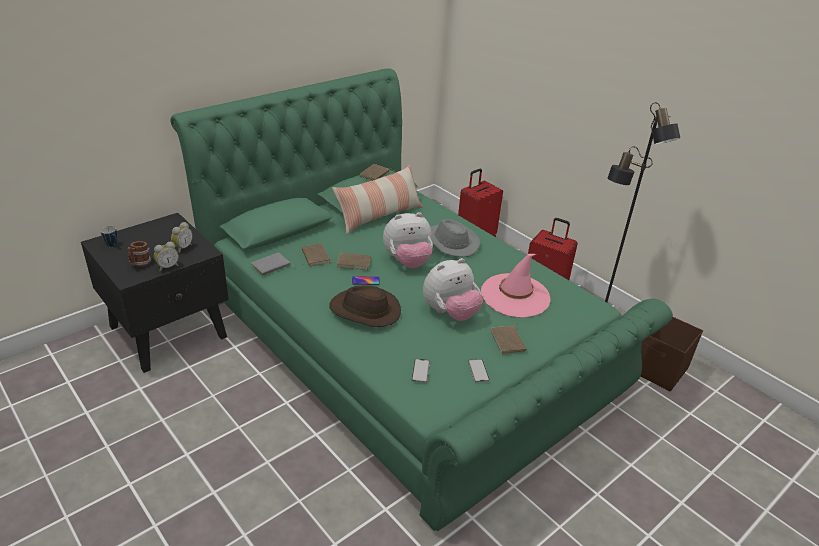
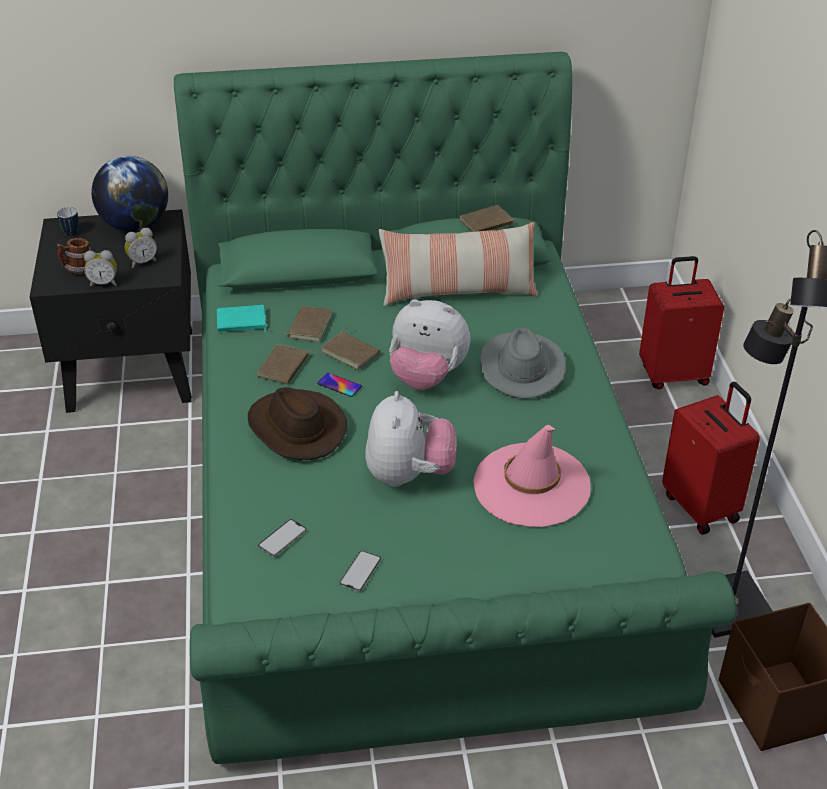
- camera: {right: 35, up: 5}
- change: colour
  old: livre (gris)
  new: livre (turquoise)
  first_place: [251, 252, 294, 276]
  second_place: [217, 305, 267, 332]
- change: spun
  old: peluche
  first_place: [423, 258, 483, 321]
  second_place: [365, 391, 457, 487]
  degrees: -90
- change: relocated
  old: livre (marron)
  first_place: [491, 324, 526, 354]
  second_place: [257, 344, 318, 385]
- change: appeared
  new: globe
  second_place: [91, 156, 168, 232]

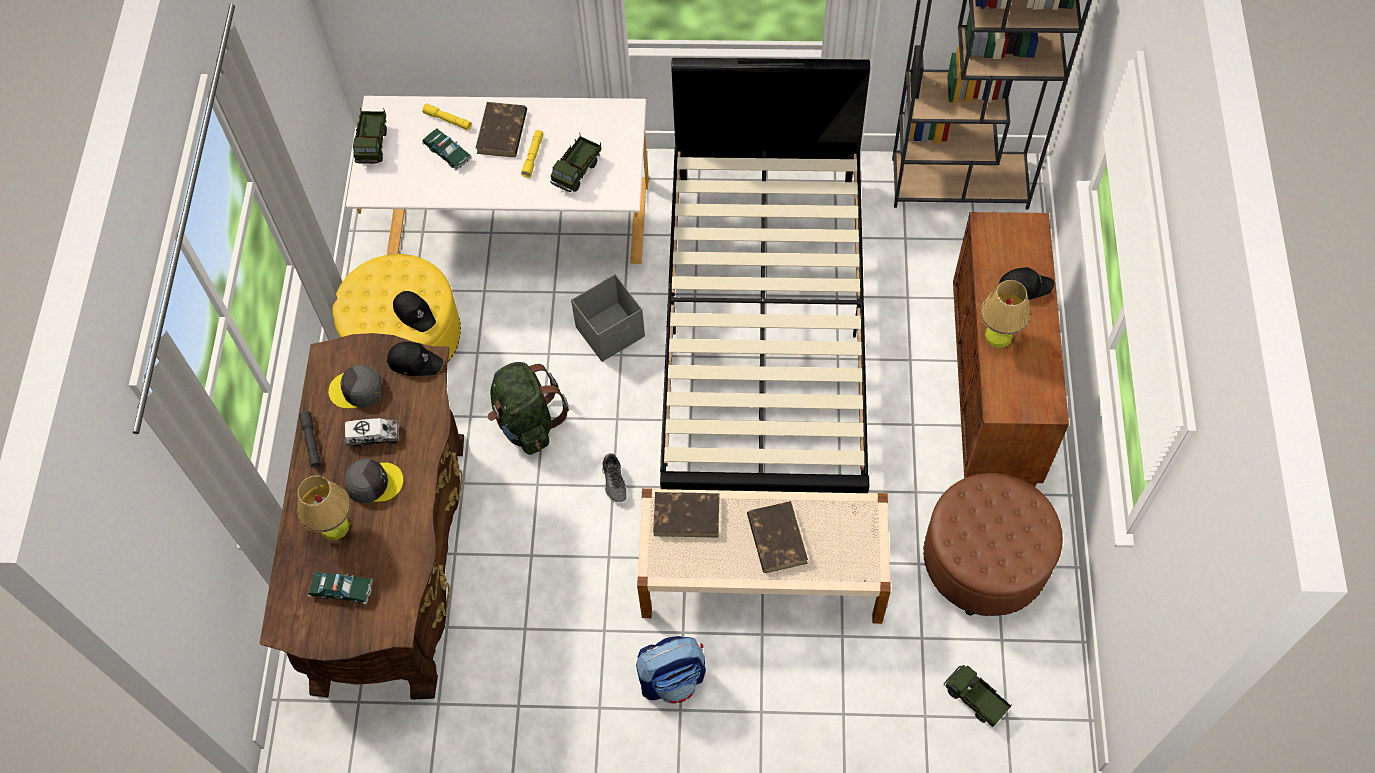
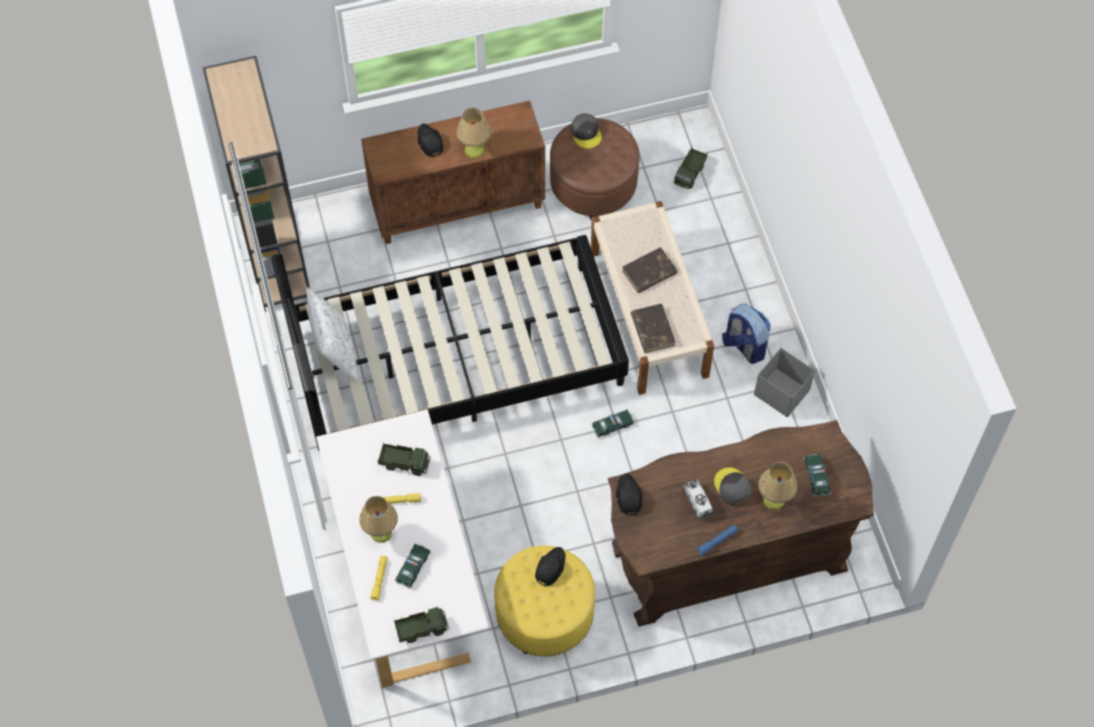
- camera: {right: -110, up: 0}
- change: exchanged
  old: livre (marron)
  new: lampe de table
  first_place: [476, 102, 527, 157]
  second_place: [359, 496, 398, 543]
- change: relocated
  old: boîte de rangement (gris)
  first_place: [571, 274, 645, 362]
  second_place: [754, 348, 815, 417]
- change: missing
  old: sac à dos (vert)
  first_place: [488, 362, 569, 455]
- change: relocated
  old: casquette (gris)
  first_place: [328, 365, 384, 409]
  second_place: [571, 113, 602, 149]
- change: colour
  old: lampe de poche (gris)
  new: lampe de poche (bleu)
  first_place: [299, 411, 321, 468]
  second_place: [697, 525, 738, 556]
- change: exchanged
  old: chaussure
  new: petite voiture
  first_place: [602, 453, 627, 502]
  second_place: [592, 410, 634, 438]
- change: appeared
  new: coussin (blanc)
  second_place: [306, 287, 358, 381]

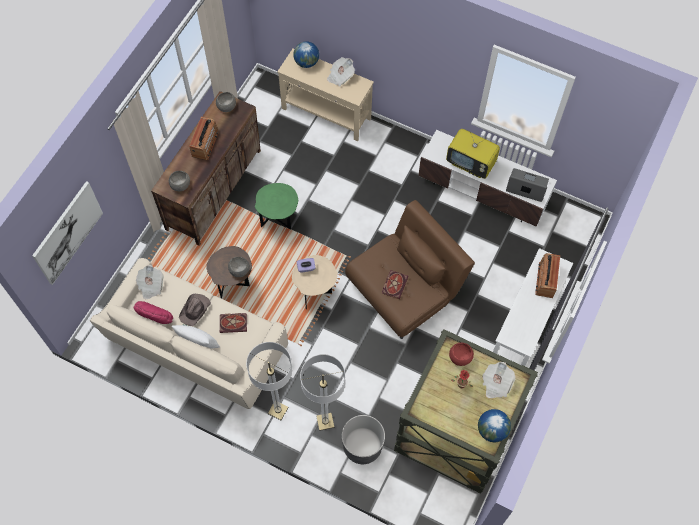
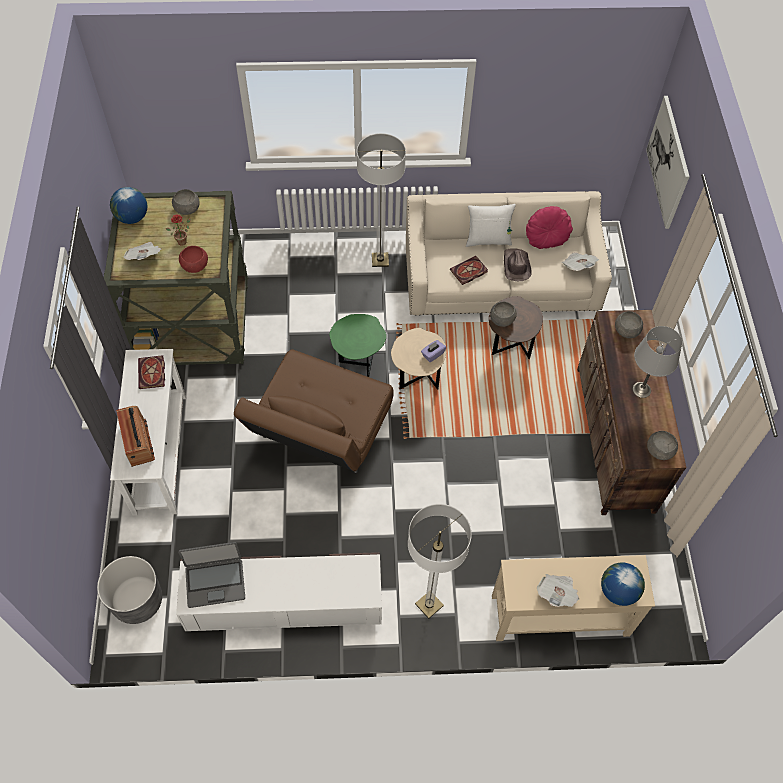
- camera: {right: 150, up: -5}
- change: exchanged
  old: radio
  new: lampe de table (gris)
  first_place: [189, 117, 219, 160]
  second_place: [633, 326, 682, 398]
- change: missing
  old: téléviseur
  first_place: [446, 129, 500, 179]
- change: relocated
  old: table d'appoint (vert)
  first_place: [255, 183, 298, 230]
  second_place: [329, 314, 386, 377]
- change: relocated
  old: livre
  first_place: [382, 270, 408, 299]
  second_place: [138, 355, 165, 389]
- change: relocated
  old: lampadaire
  first_place: [300, 354, 346, 431]
  second_place: [408, 504, 472, 619]
- change: relocated
  old: cache-pot (gris)
  first_place: [342, 415, 385, 464]
  second_place: [97, 556, 162, 624]
- change: appeared
  new: bol (gris)
  second_place: [172, 189, 200, 215]

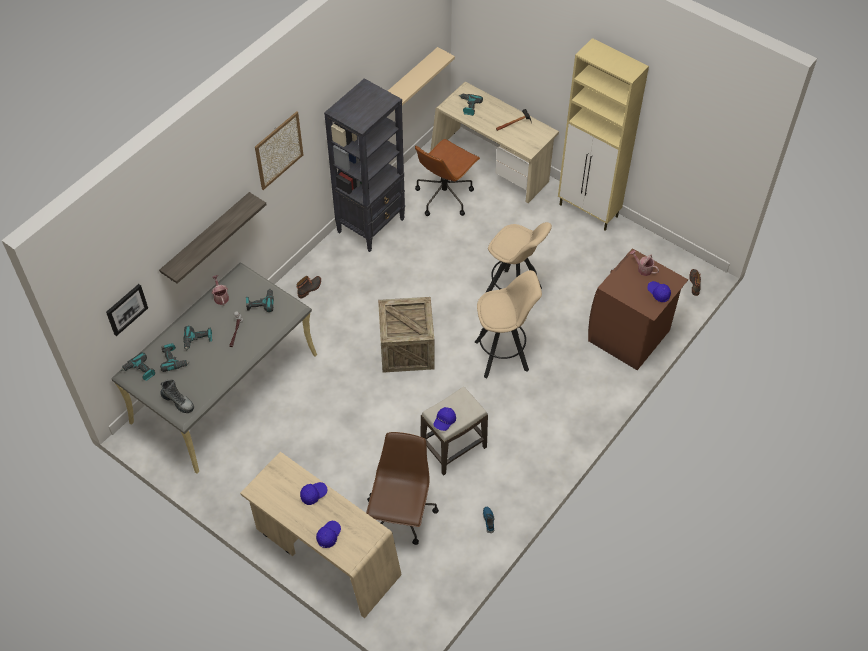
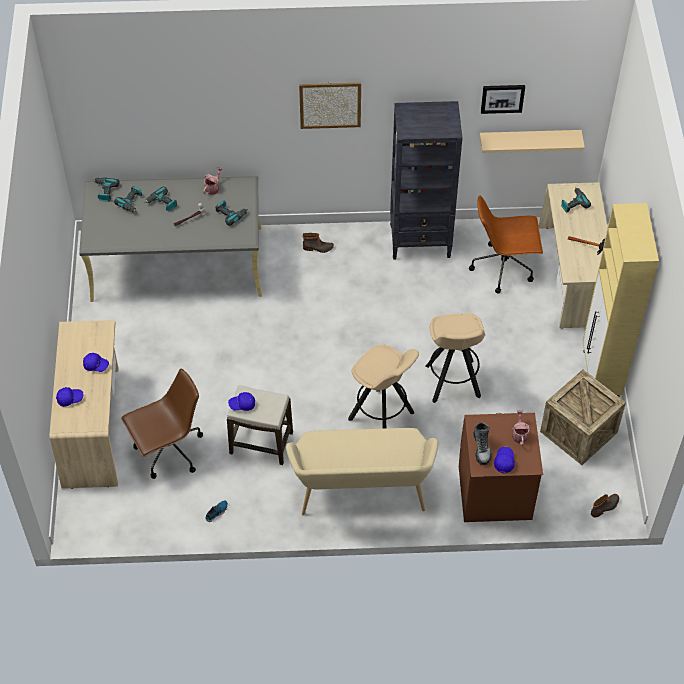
- camera: {right: 50, up: 0}
- change: missing
  old: étagère
  first_place: [159, 192, 266, 284]
- change: relocated
  old: tableau
  first_place: [106, 284, 148, 336]
  second_place: [481, 85, 525, 114]
- change: relocated
  old: caisse
  first_place: [378, 297, 434, 373]
  second_place: [540, 369, 626, 465]
- change: relocated
  old: botte
  first_place: [161, 379, 194, 413]
  second_place: [473, 422, 492, 465]
- change: appeared
  new: banc (beige)
  second_place: [286, 428, 438, 515]

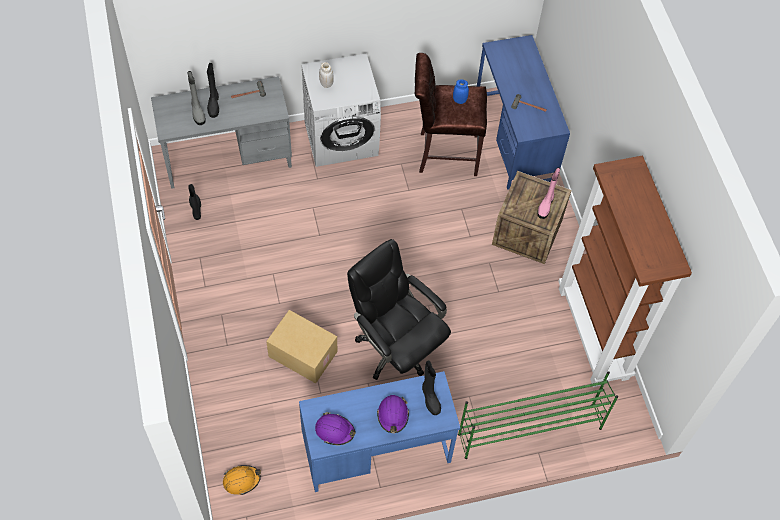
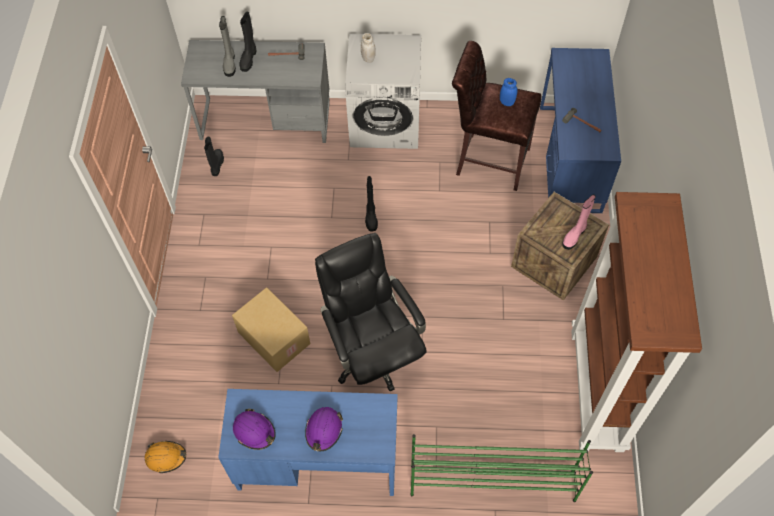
- camera: {right: 20, up: 0}
- change: relocated
  old: botte (noir)
  first_place: [422, 360, 441, 415]
  second_place: [365, 176, 378, 232]

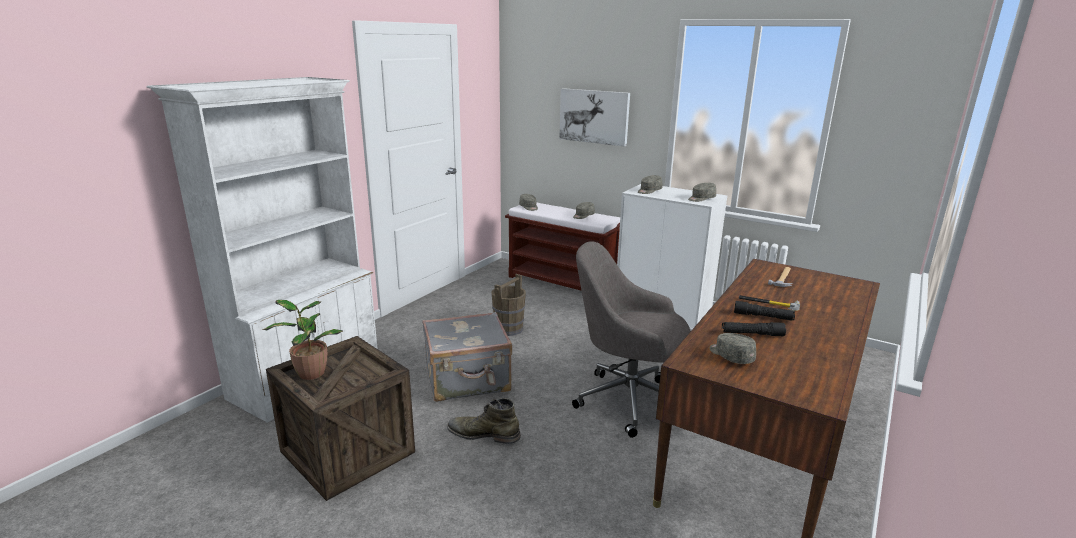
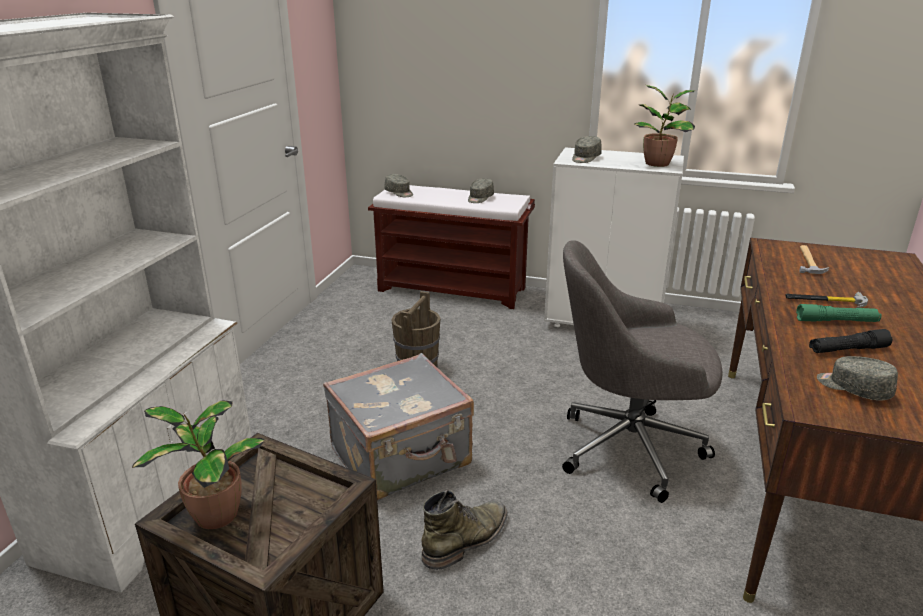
- camera: {right: -15, up: 5}
- change: missing
  old: tableau
  first_place: [559, 88, 630, 147]
- change: exchanged
  old: casquette (gris)
  new: plante en pot
  first_place: [688, 183, 716, 202]
  second_place: [634, 85, 695, 167]
- change: colour
  old: lampe de poche (noir)
  new: lampe de poche (vert)
  first_place: [734, 301, 795, 321]
  second_place: [796, 304, 881, 322]
- change: spun
  old: botte (vert)
  first_place: [447, 398, 521, 444]
  second_place: [422, 489, 508, 570]
  degrees: 135

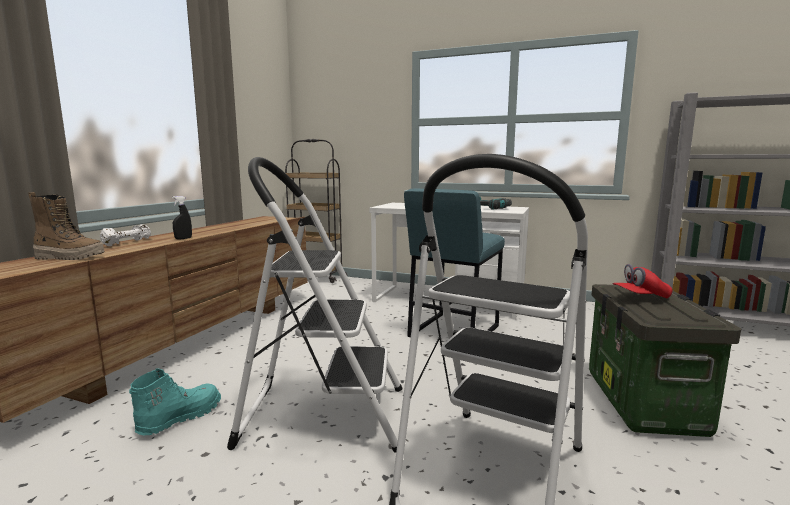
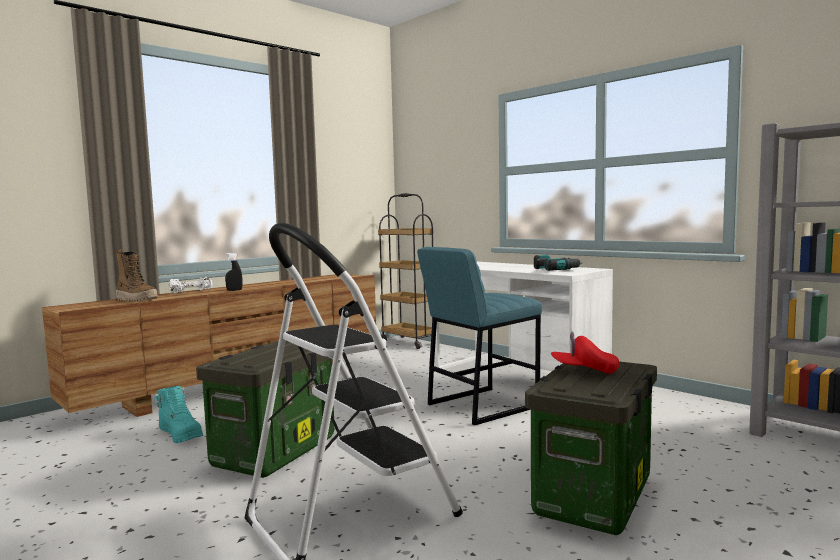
- camera: {right: 25, up: -5}
- change: exchanged
  old: escabeau
  new: boîte de rangement
  first_place: [227, 157, 403, 453]
  second_place: [196, 340, 335, 478]
- change: spun
  old: botte (turquoise)
  first_place: [129, 368, 221, 435]
  second_place: [156, 386, 203, 443]
  degrees: 75

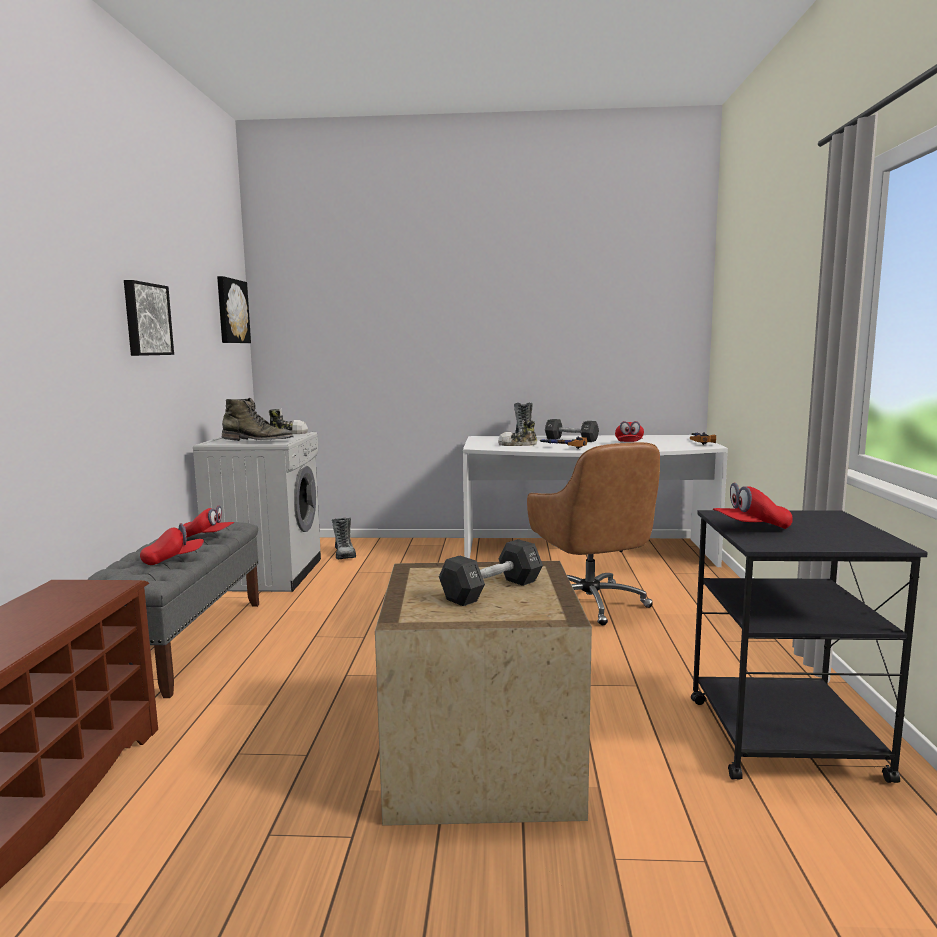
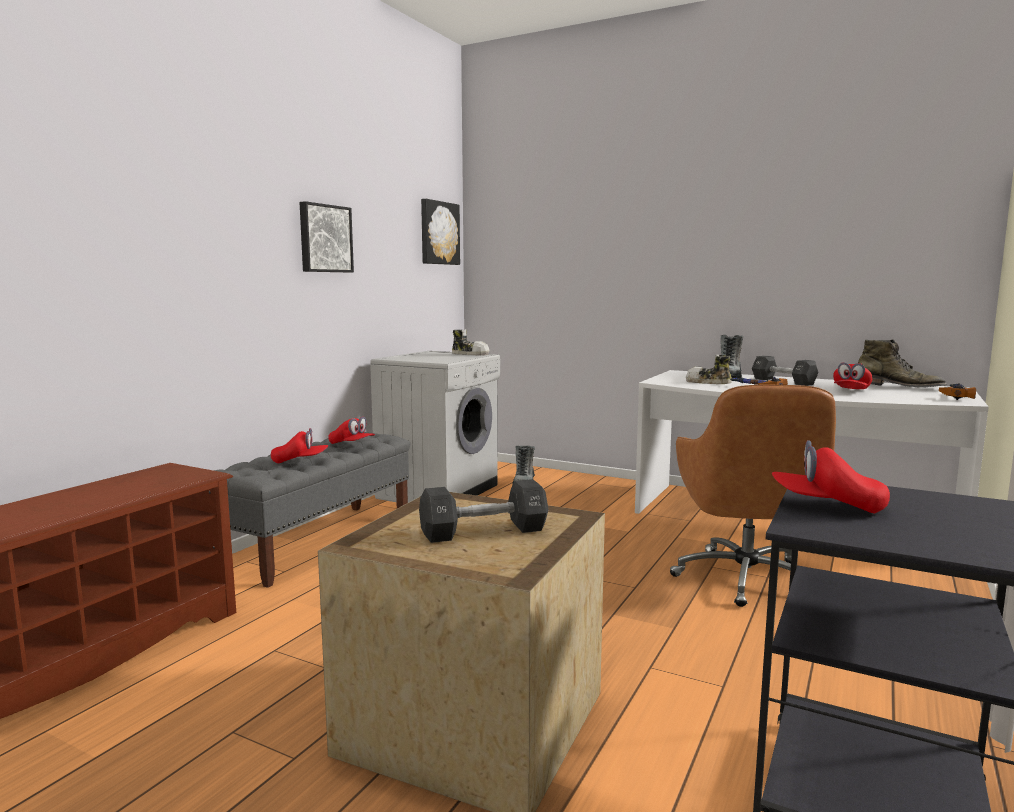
- camera: {right: 25, up: 0}
- change: relocated
  old: botte (vert)
  first_place: [222, 398, 294, 441]
  second_place: [858, 339, 947, 388]

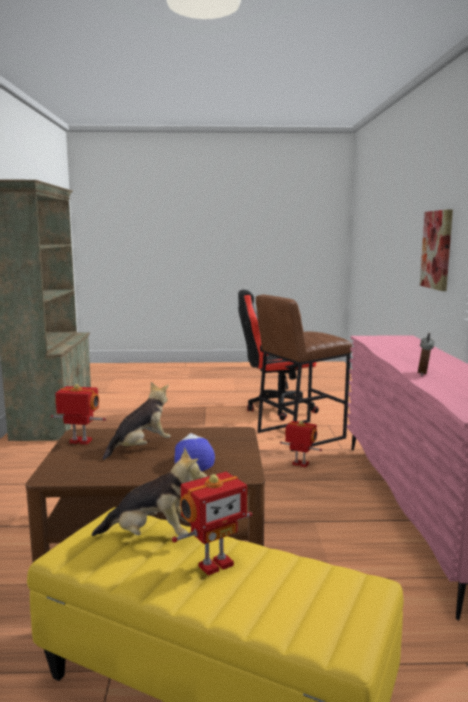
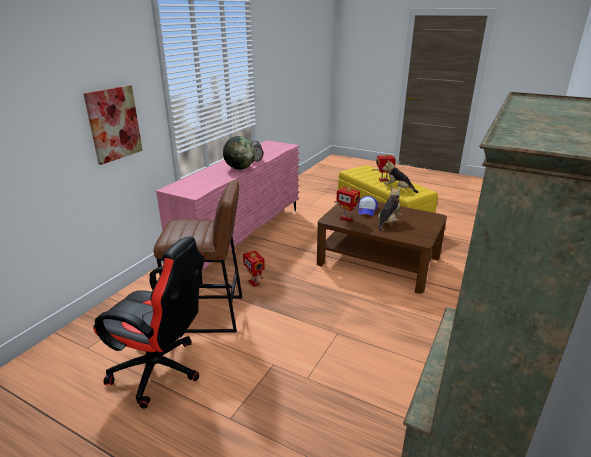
- camera: {right: -150, up: 15}
- change: spun
  old: peluche
  first_place: [103, 382, 171, 460]
  second_place: [378, 186, 402, 232]
  degrees: 135
- change: relocated
  old: robot jouet
  first_place: [51, 384, 106, 444]
  second_place: [334, 187, 362, 222]
- change: appeared
  new: globe
  second_place: [223, 136, 255, 169]

